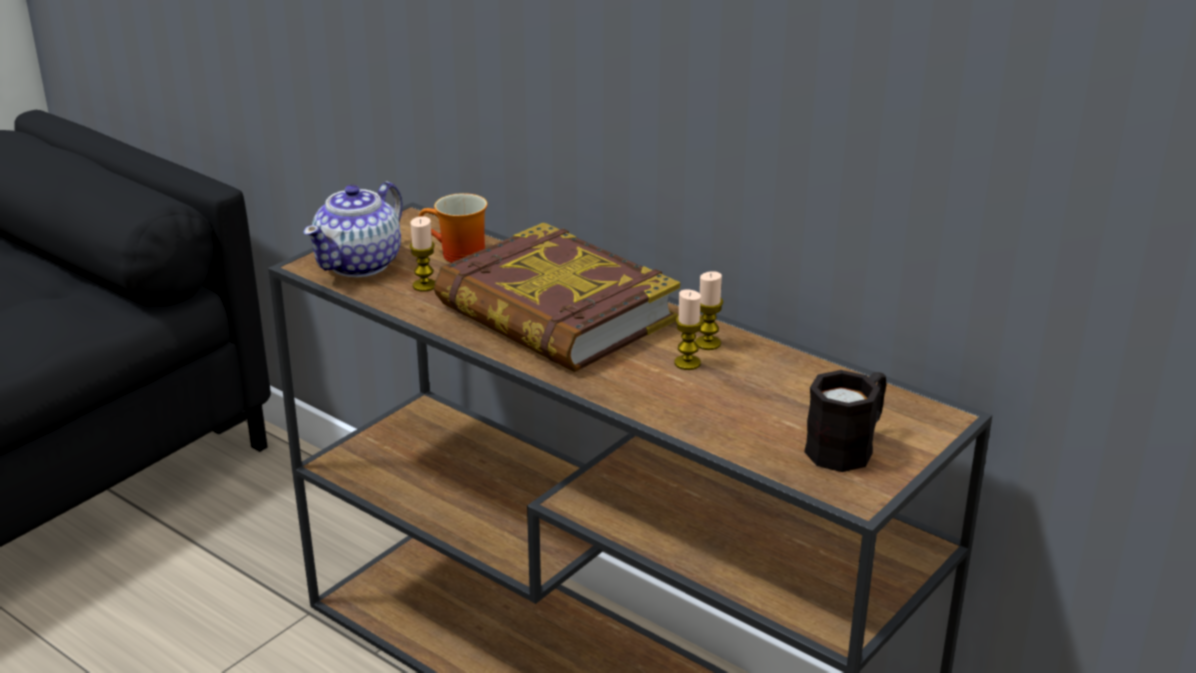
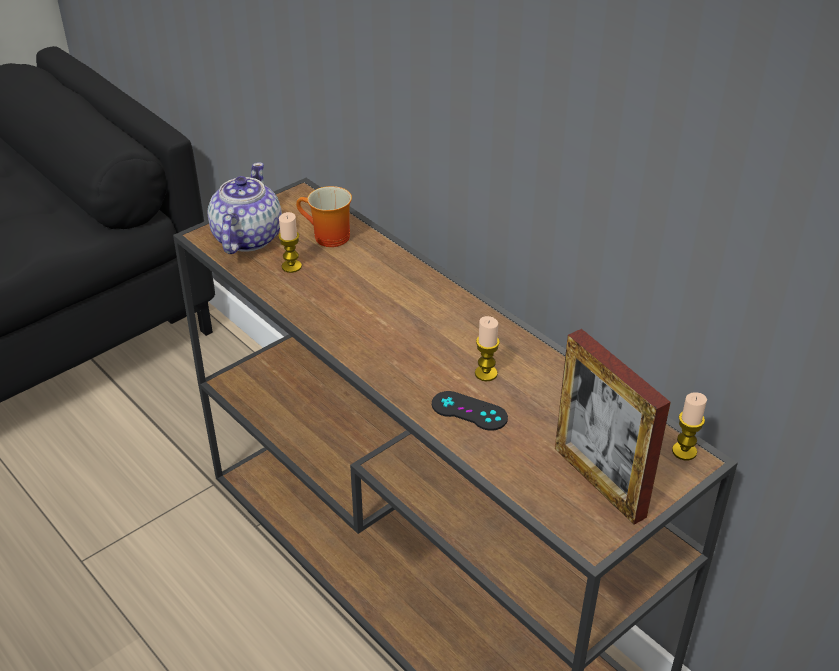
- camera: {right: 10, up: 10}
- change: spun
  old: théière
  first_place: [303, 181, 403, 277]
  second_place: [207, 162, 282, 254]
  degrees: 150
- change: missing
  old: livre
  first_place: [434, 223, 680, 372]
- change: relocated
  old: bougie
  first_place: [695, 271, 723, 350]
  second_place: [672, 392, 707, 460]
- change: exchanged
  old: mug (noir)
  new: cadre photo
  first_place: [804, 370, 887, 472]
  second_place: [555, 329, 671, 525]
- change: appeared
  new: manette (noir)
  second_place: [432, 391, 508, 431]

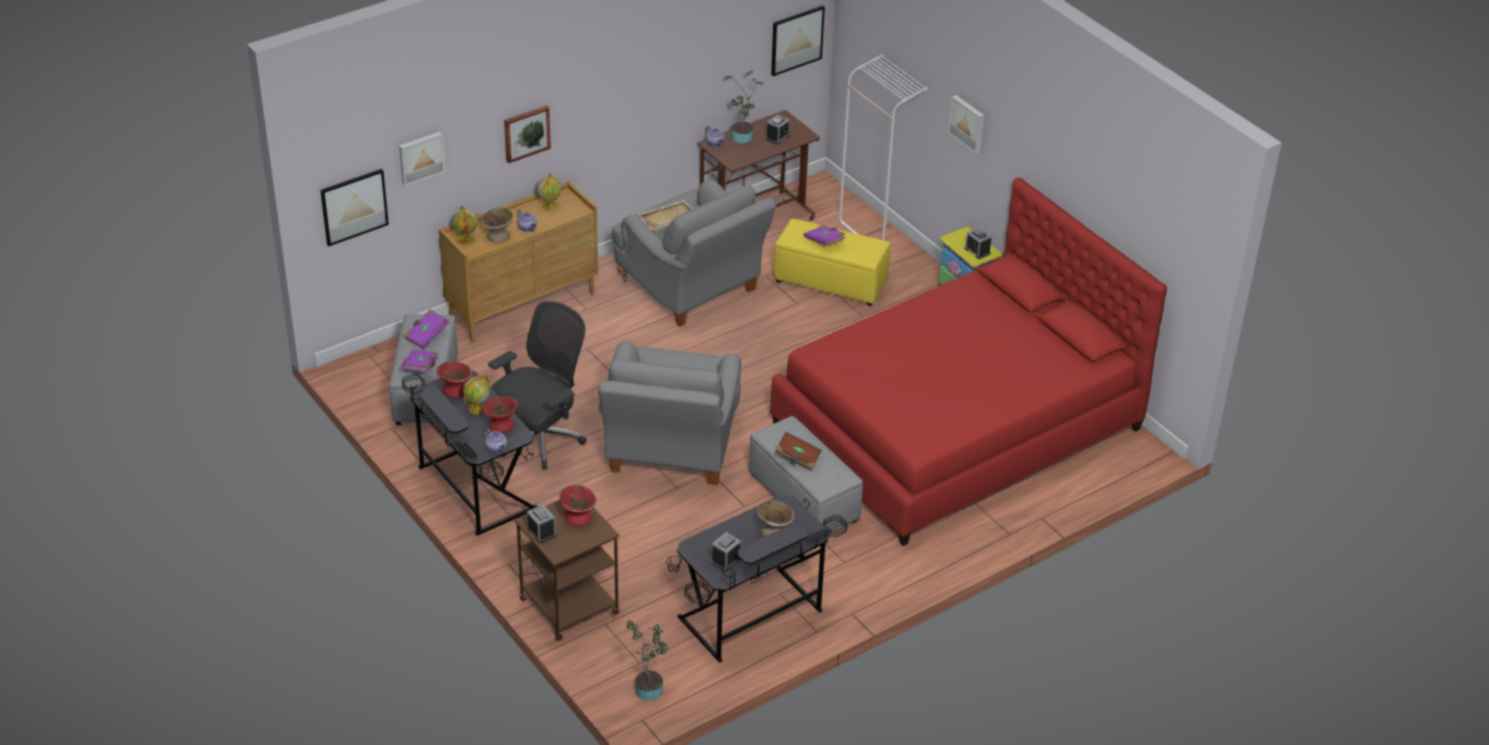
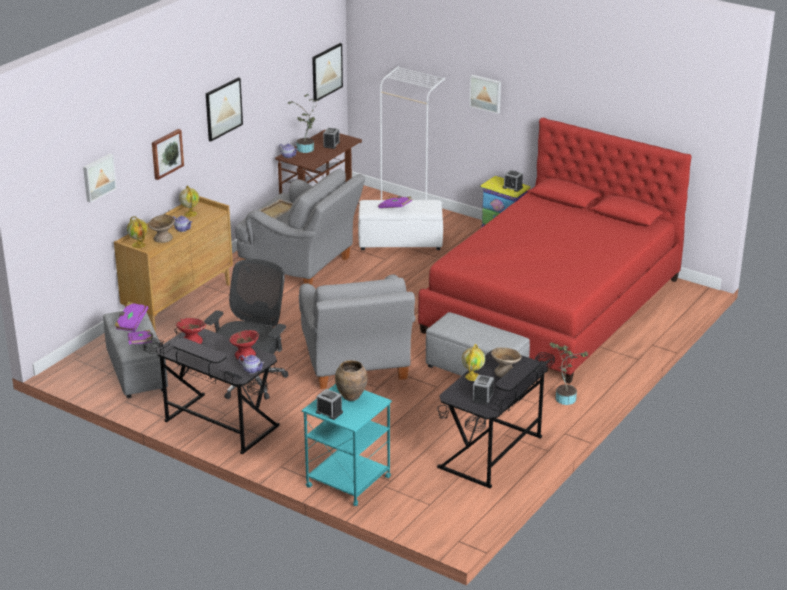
- camera: {right: -20, up: -10}
- change: relocated
  old: tableau
  first_place: [320, 169, 389, 246]
  second_place: [206, 77, 243, 142]
- change: colour
  old: pouf (jaune)
  new: pouf (blanc)
  first_place: [774, 219, 890, 306]
  second_place: [358, 200, 443, 250]
- change: relocated
  old: globe
  first_place: [463, 375, 490, 415]
  second_place: [462, 344, 485, 381]
- change: missing
  old: livre (marron)
  first_place: [775, 432, 822, 471]
- change: exchanged
  old: bol (rouge)
  new: vase (marron)
  first_place: [559, 485, 596, 526]
  second_place: [335, 360, 368, 401]
- change: colour
  old: chariot (marron)
  new: chariot (turquoise)
  first_place: [514, 500, 619, 641]
  second_place: [302, 384, 392, 506]
- change: relocated
  old: plante en pot
  first_place: [626, 620, 668, 701]
  second_place: [550, 343, 588, 405]

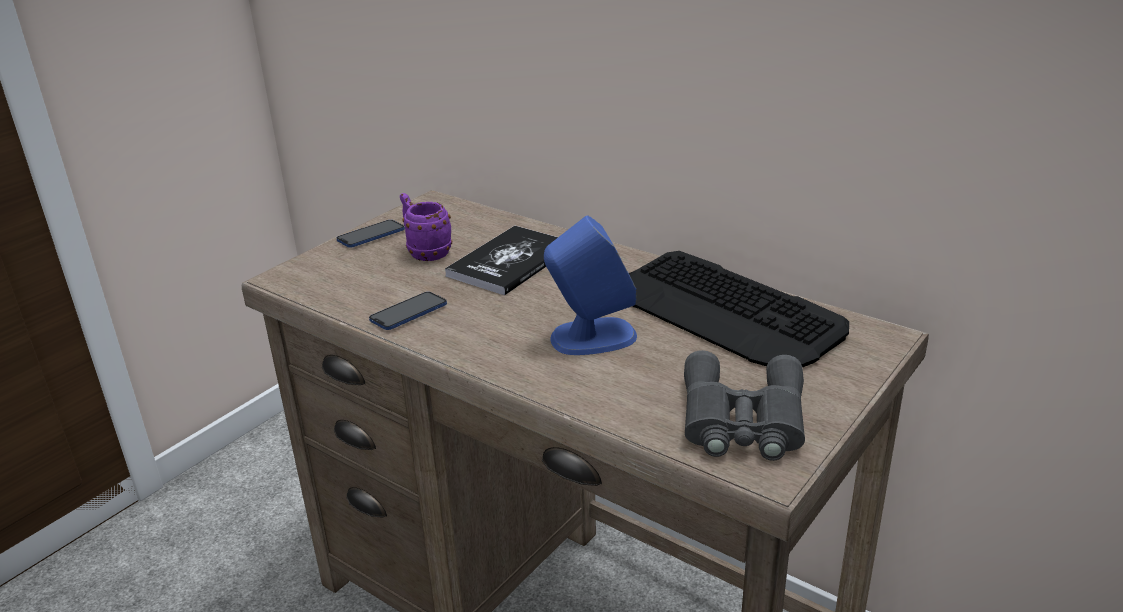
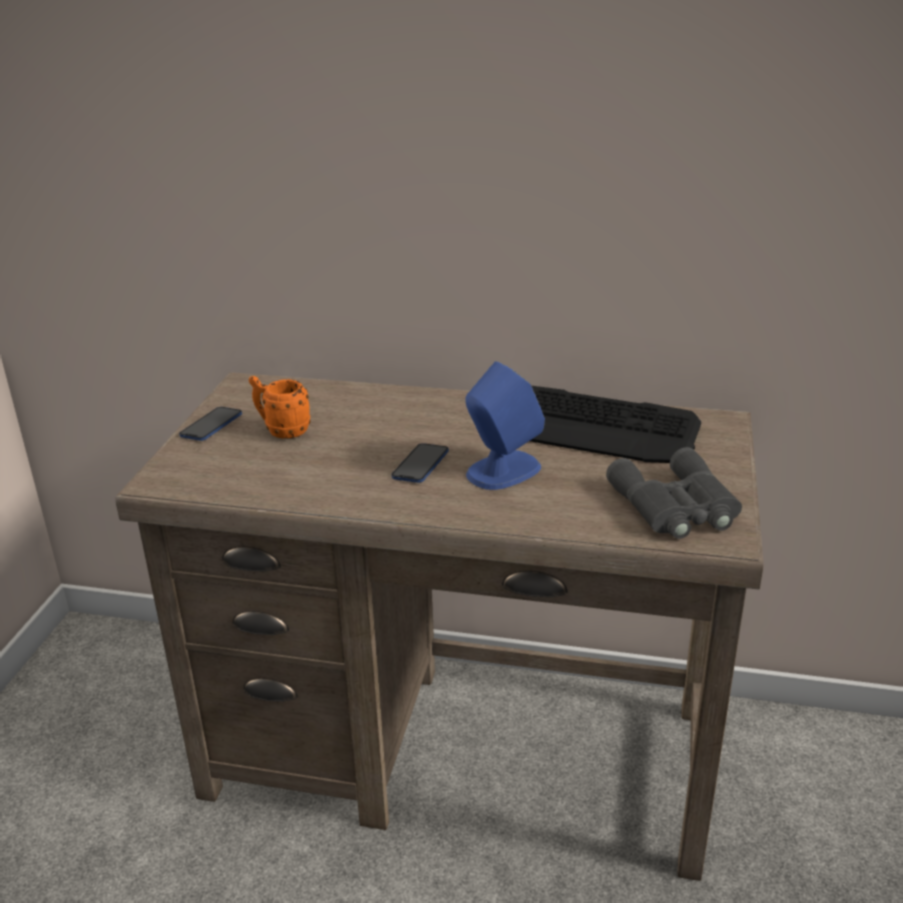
- camera: {right: -25, up: 0}
- change: colour
  old: mug (violet)
  new: mug (orange)
  first_place: [400, 193, 452, 261]
  second_place: [249, 376, 311, 439]
- change: missing
  old: livre
  first_place: [445, 226, 558, 295]
- change: relocated
  old: téléphone
  first_place: [369, 292, 447, 330]
  second_place: [391, 443, 449, 483]

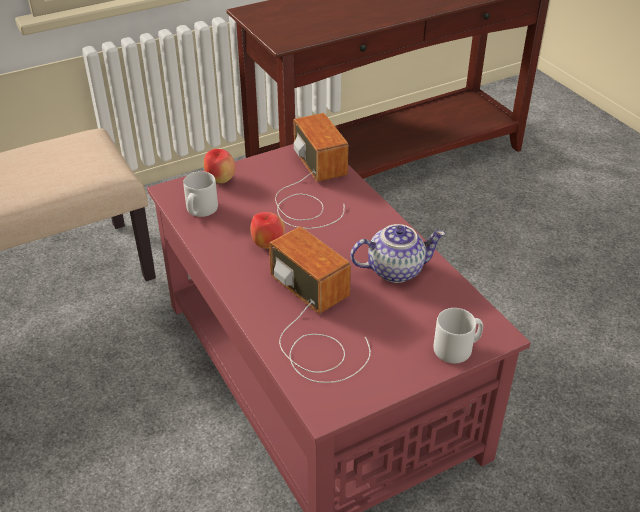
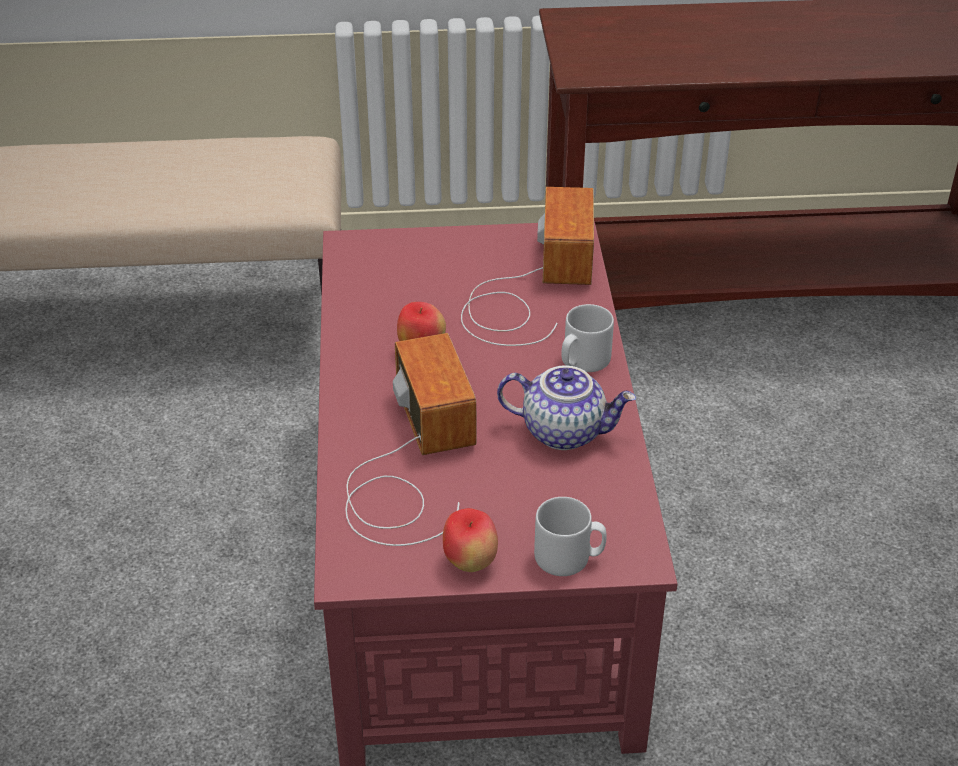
- camera: {right: 25, up: 0}
- change: relocated
  old: pomme
  first_place: [204, 149, 236, 183]
  second_place: [443, 508, 498, 572]
- change: relocated
  old: mug (gris)
  first_place: [183, 171, 218, 217]
  second_place: [561, 304, 614, 372]

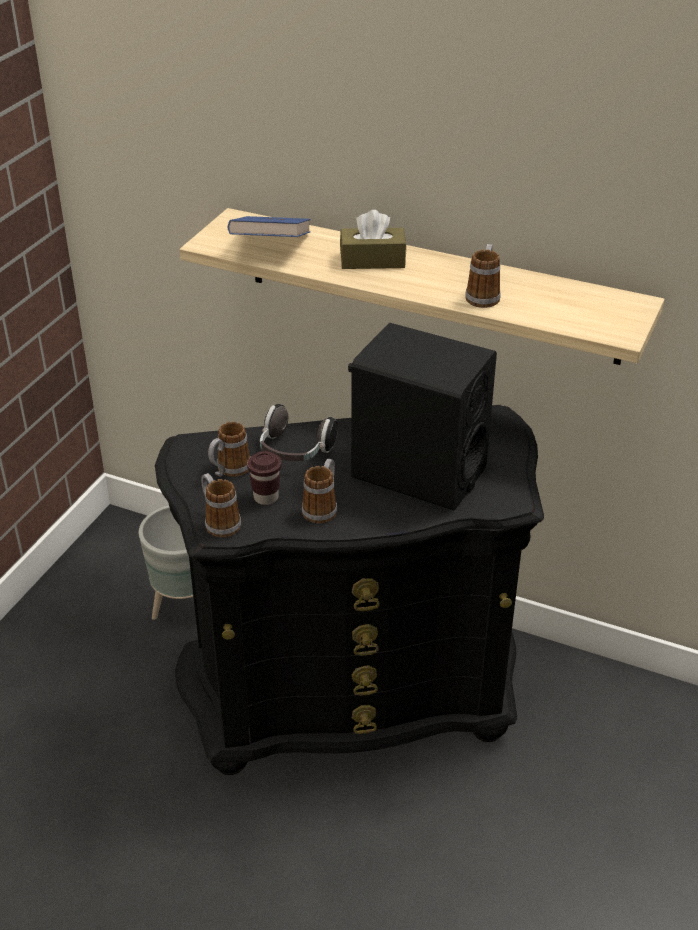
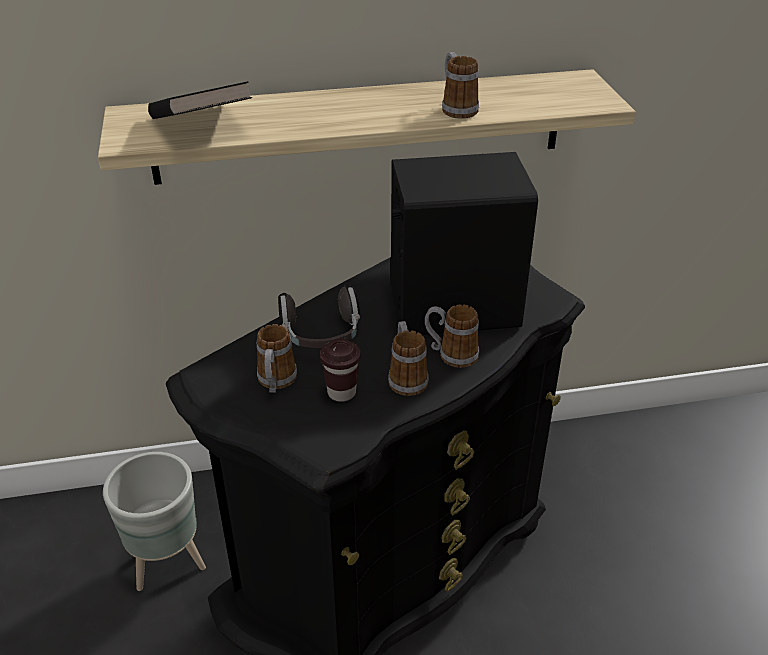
- camera: {right: -35, up: 0}
- change: missing
  old: boîte à mouchoirs (marron)
  first_place: [340, 210, 406, 269]
- change: colour
  old: livre (bleu)
  new: livre (noir)
  first_place: [228, 216, 311, 237]
  second_place: [148, 81, 252, 119]
- change: relocated
  old: mug
  first_place: [201, 473, 241, 537]
  second_place: [425, 304, 479, 368]

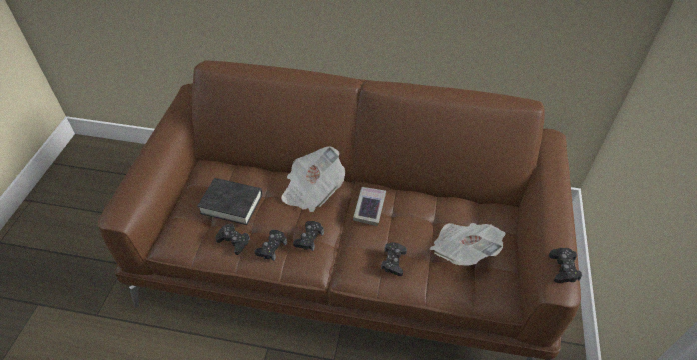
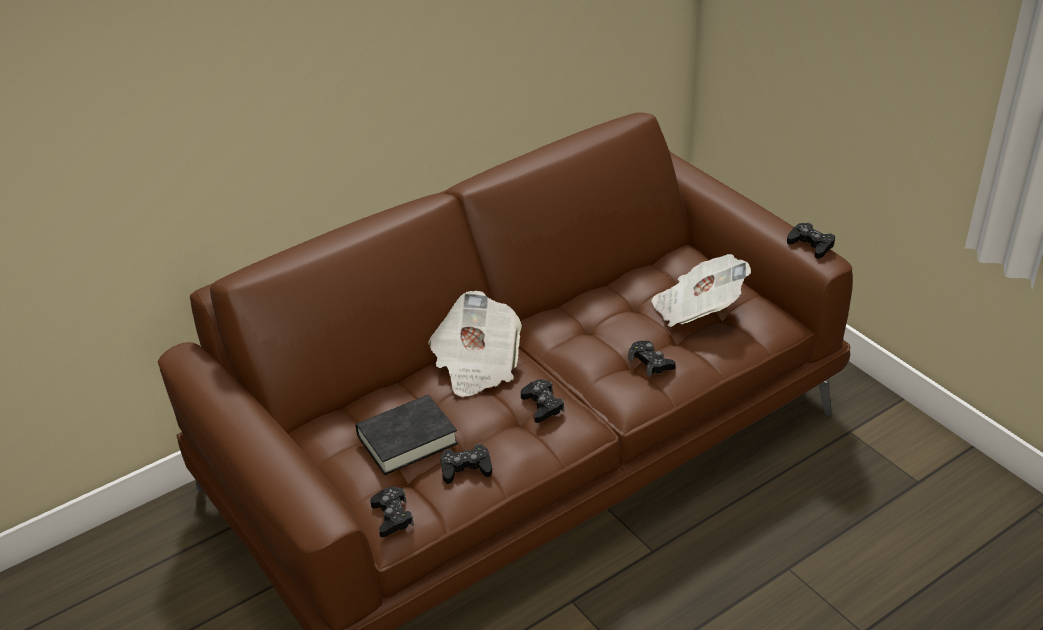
- camera: {right: -45, up: -10}
- change: missing
  old: livre
  first_place: [353, 187, 386, 226]
- change: relocated
  old: manette (noir)
  first_place: [254, 230, 287, 261]
  second_place: [370, 487, 414, 537]

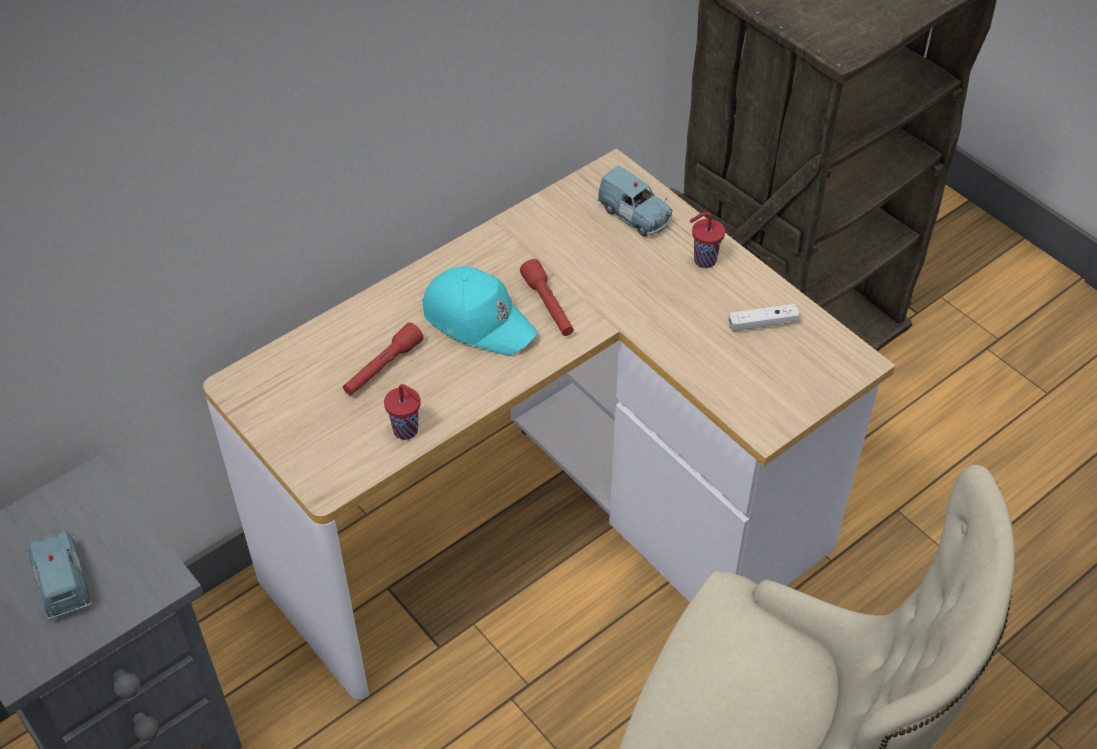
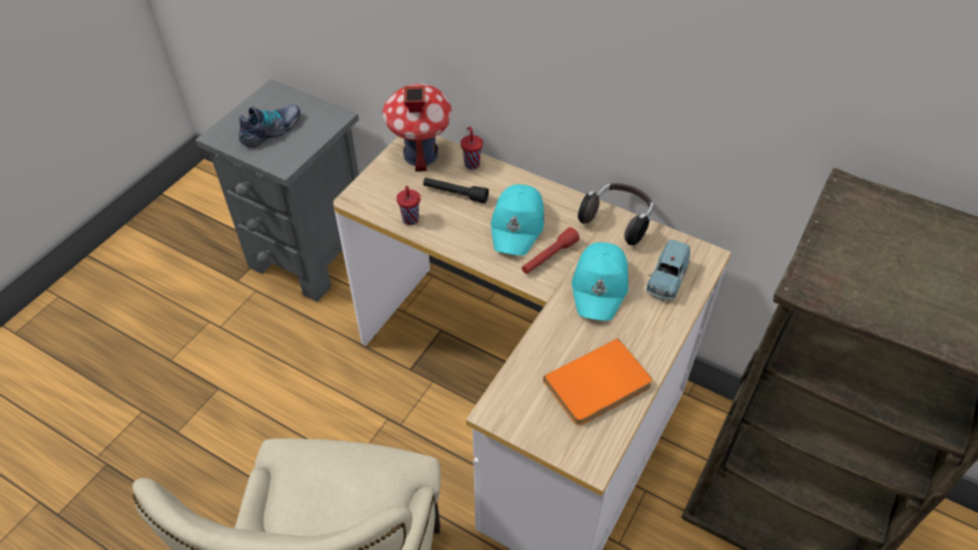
- camera: {right: 70, up: 0}
- change: relocated
  old: tasse (rouge)
  first_place: [690, 212, 725, 268]
  second_place: [461, 127, 483, 170]
- change: exchanged
  old: manette (blanc)
  new: livre (orange)
  first_place: [729, 304, 800, 331]
  second_place: [543, 338, 652, 426]
- change: colour
  old: lampe de poche (rouge)
  new: lampe de poche (noir)
  first_place: [343, 322, 424, 396]
  second_place: [423, 178, 489, 204]
- change: exchanged
  old: petite voiture (bleu)
  new: chaussure
  first_place: [25, 531, 92, 620]
  second_place: [239, 105, 300, 148]
- change: appeared
  new: maison miniature
  second_place: [382, 84, 452, 172]
- change: appeared
  new: casque audio
  second_place: [578, 183, 653, 245]
- change: appeared
  new: casquette (turquoise)
  second_place: [572, 242, 629, 321]

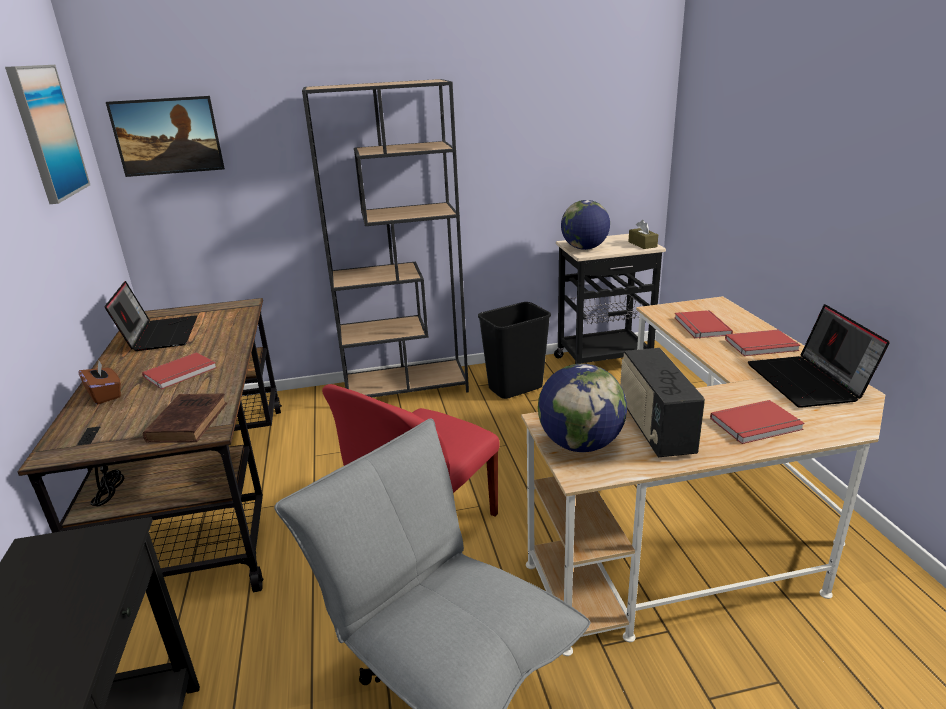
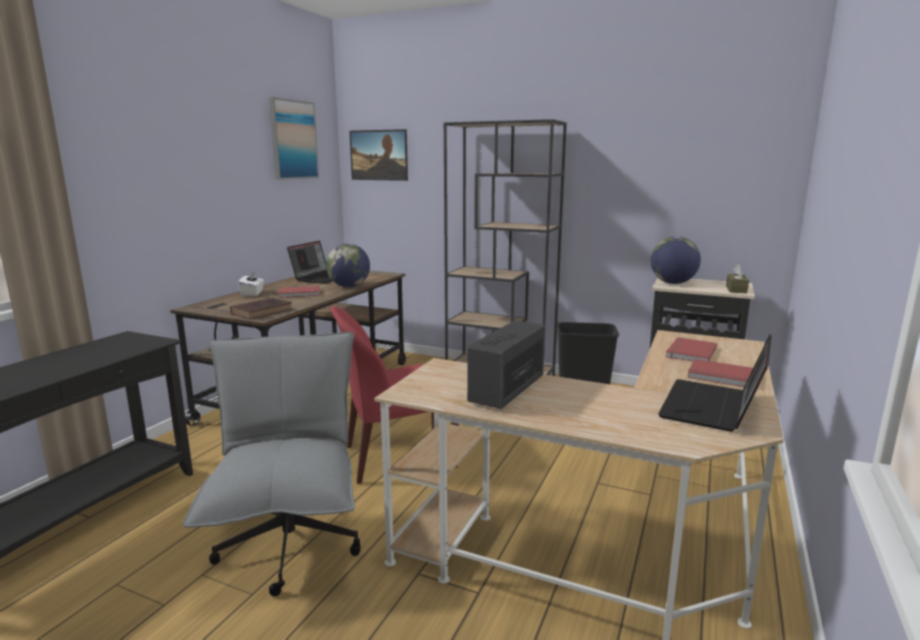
- camera: {right: 35, up: -10}
- change: colour
  old: boîte à mouchoirs (marron)
  new: boîte à mouchoirs (blanc)
  first_place: [78, 361, 121, 404]
  second_place: [238, 271, 264, 296]
- change: relocated
  old: globe
  first_place: [538, 364, 627, 452]
  second_place: [326, 244, 370, 287]
- change: missing
  old: livre (rouge)
  first_place: [710, 400, 805, 444]

